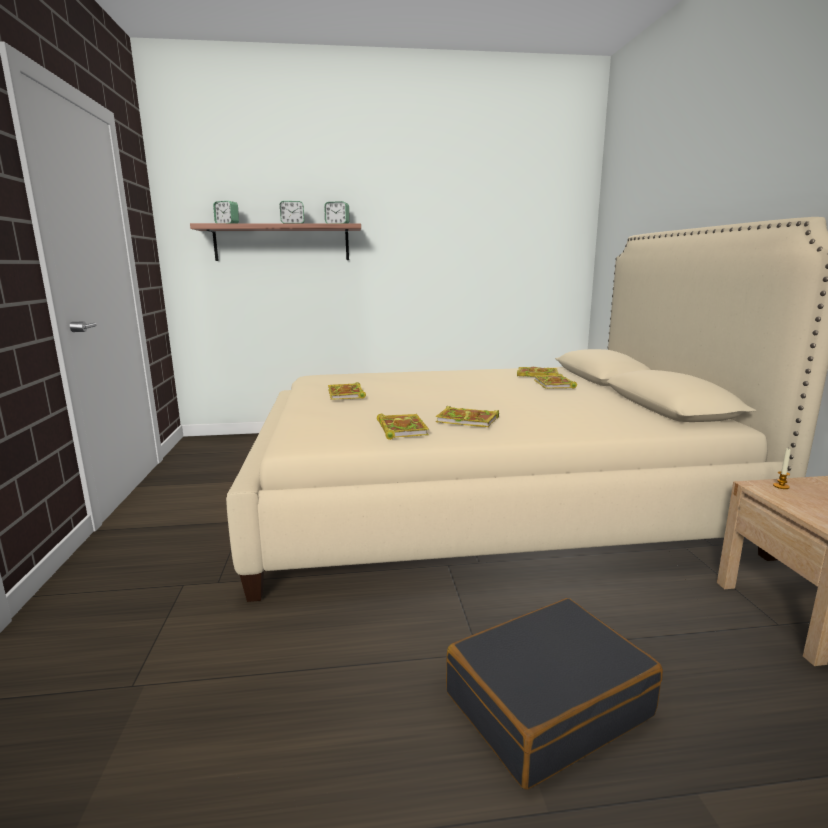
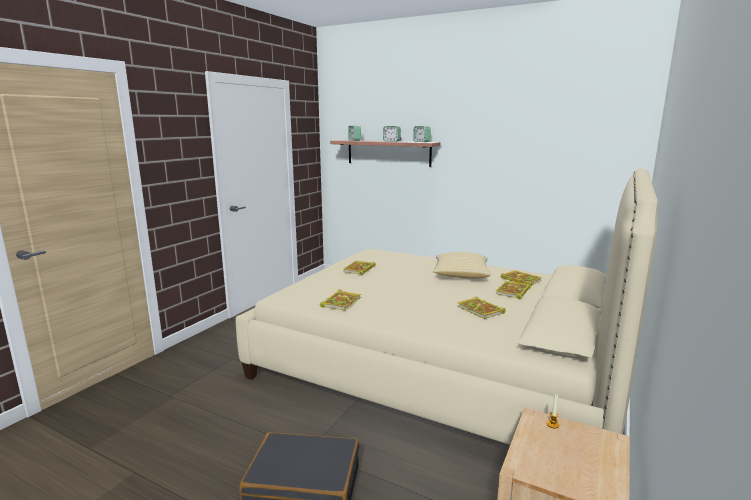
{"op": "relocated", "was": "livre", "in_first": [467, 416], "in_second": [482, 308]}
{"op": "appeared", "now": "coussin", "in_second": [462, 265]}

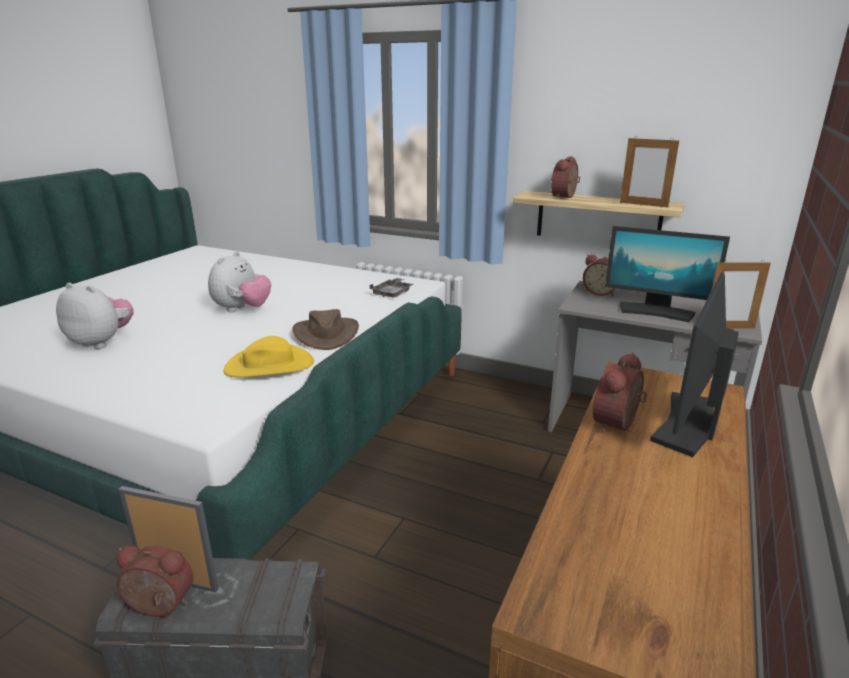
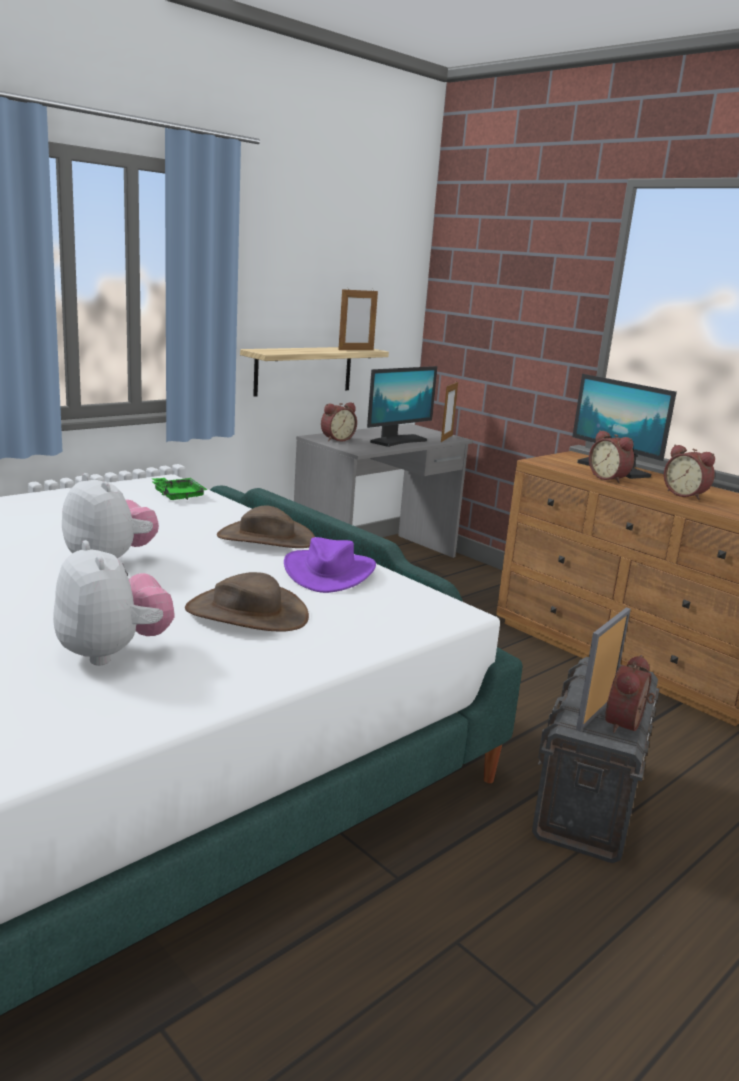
{"op": "relocated", "was": "réveil", "in_first": [565, 177], "in_second": [689, 472]}
{"op": "colour", "was": "plateau/gris", "now": "plateau/vert", "in_first": [391, 287], "in_second": [179, 489]}
{"op": "spun", "was": "peluche", "in_first": [95, 316], "in_second": [114, 603], "clockwise": 105}
{"op": "colour", "was": "chapeau/jaune", "now": "chapeau/violet", "in_first": [268, 357], "in_second": [330, 565]}
{"op": "appeared", "now": "chapeau/marron", "in_second": [247, 602]}

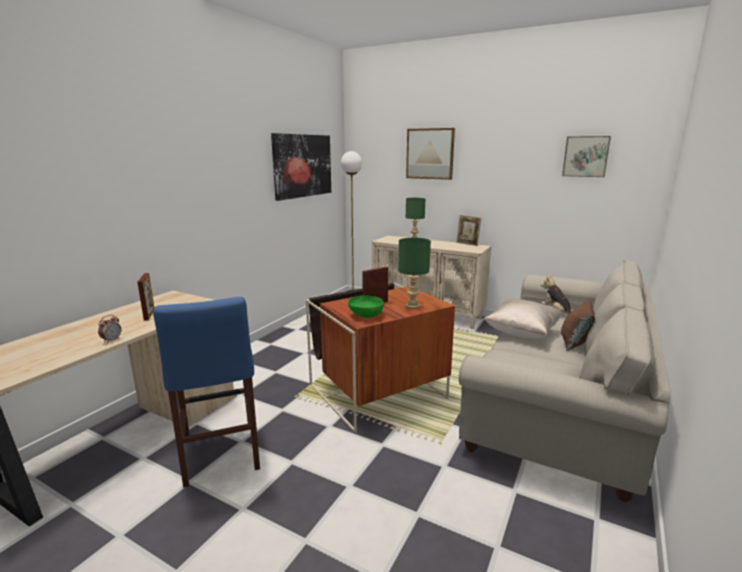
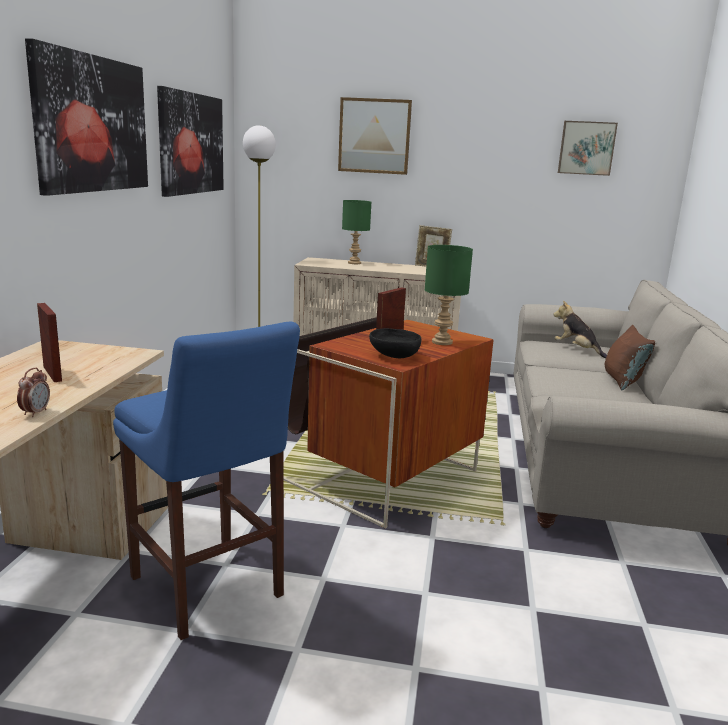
{"op": "colour", "was": "bol/vert", "now": "bol/noir", "in_first": [366, 306], "in_second": [395, 343]}
{"op": "missing", "was": "coussin/beige", "in_first": [523, 318]}
{"op": "appeared", "now": "tableau", "in_second": [86, 117]}

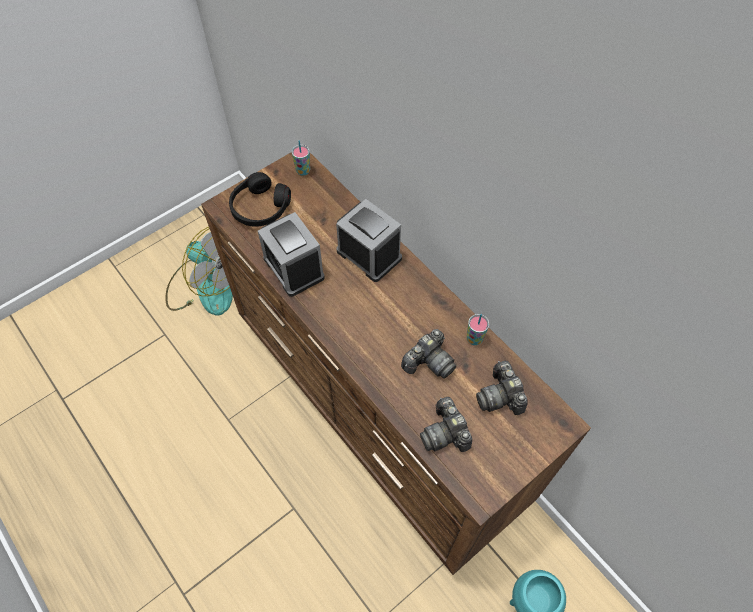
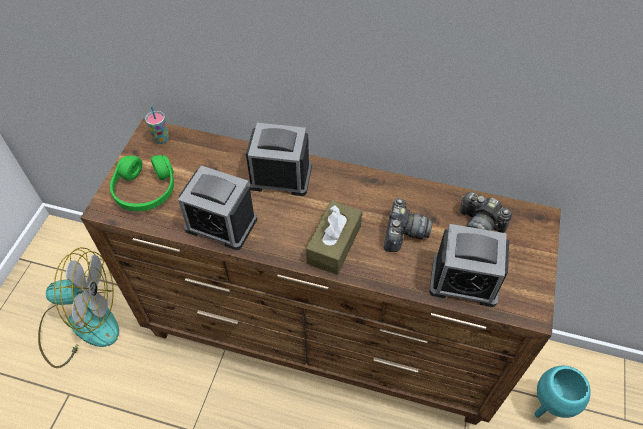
{"op": "colour", "was": "casque audio/noir", "now": "casque audio/vert", "in_first": [260, 199], "in_second": [142, 183]}
{"op": "missing", "was": "tasse", "in_first": [478, 329]}
{"op": "exchanged", "was": "appareil photo", "now": "réveil", "in_first": [446, 424], "in_second": [469, 265]}
{"op": "appeared", "now": "boîte à mouchoirs/marron", "in_second": [334, 237]}

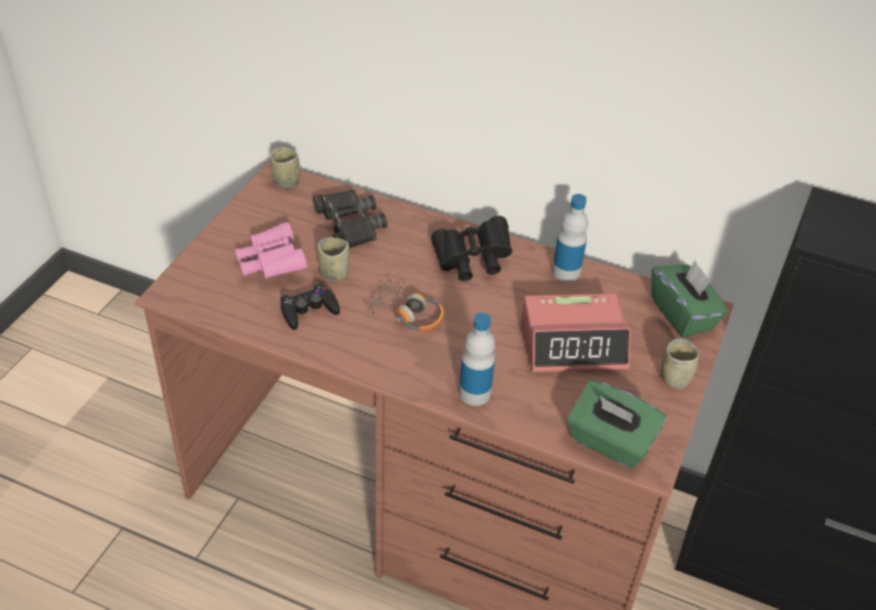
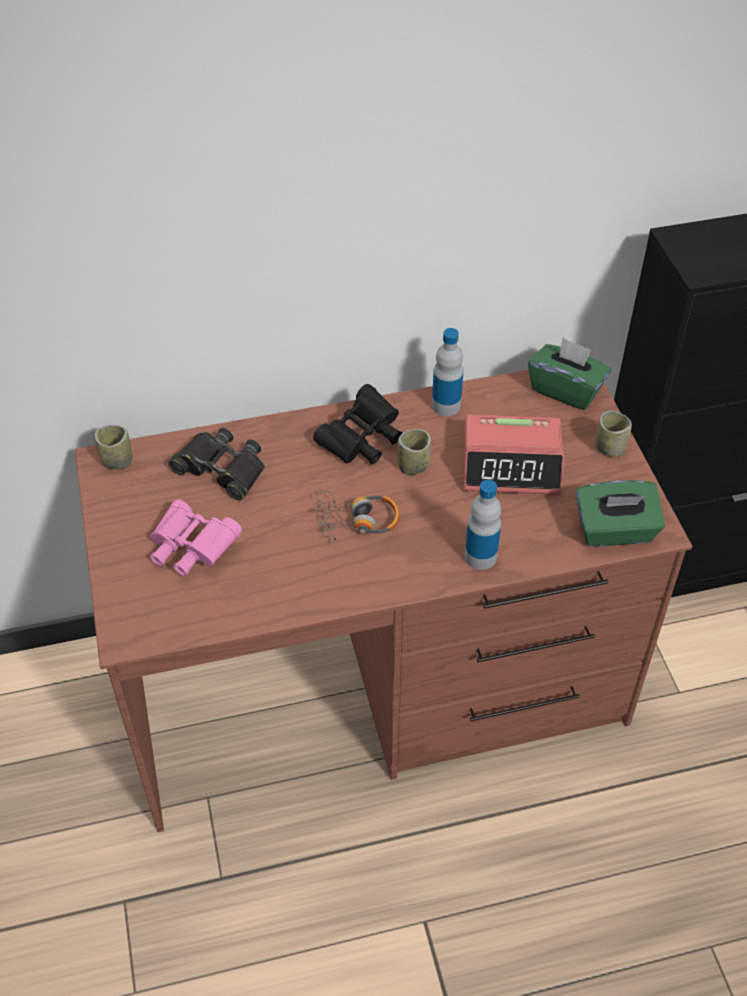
{"op": "relocated", "was": "tasse", "in_first": [333, 259], "in_second": [414, 452]}
{"op": "missing", "was": "manette/noir", "in_first": [310, 306]}
{"op": "spun", "was": "réveil", "in_first": [576, 332], "in_second": [514, 454], "clockwise": 45}

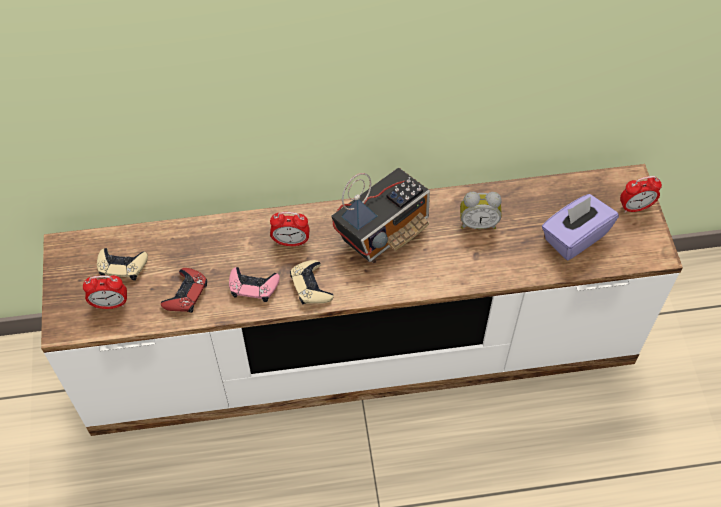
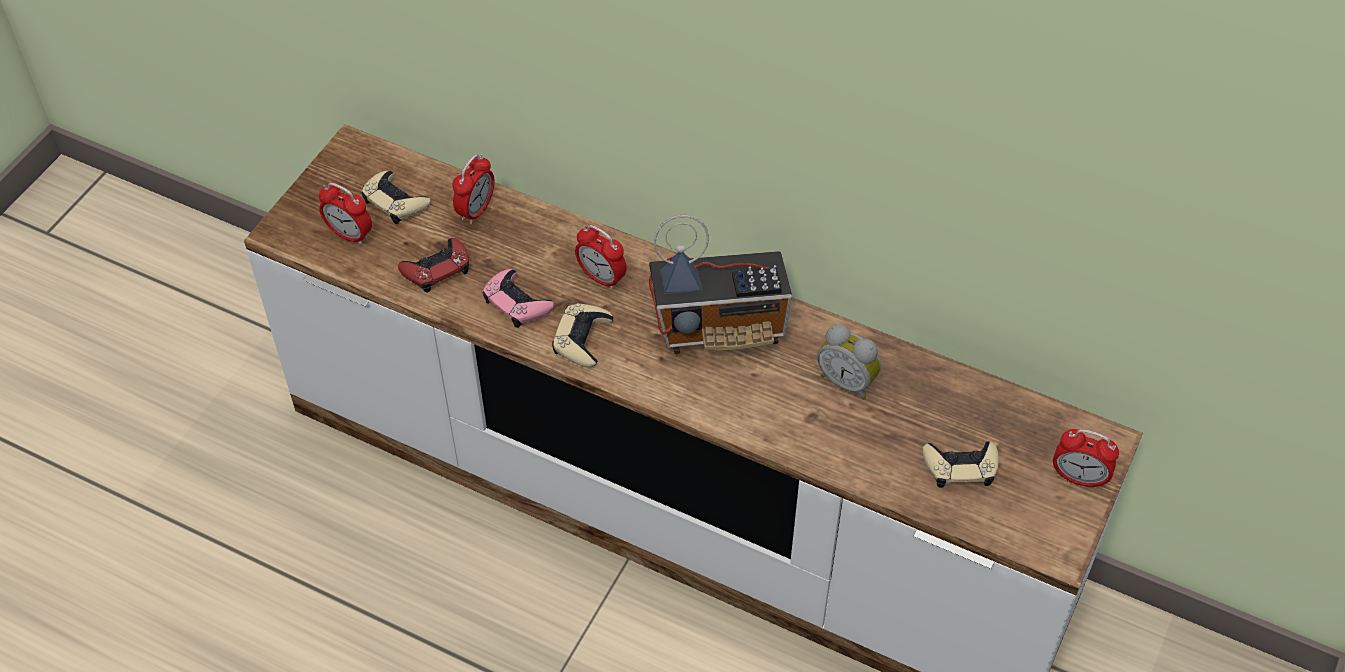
{"op": "exchanged", "was": "boîte à mouchoirs/violet", "now": "manette/beige", "in_first": [580, 227], "in_second": [961, 464]}
{"op": "appeared", "now": "réveil", "in_second": [473, 189]}

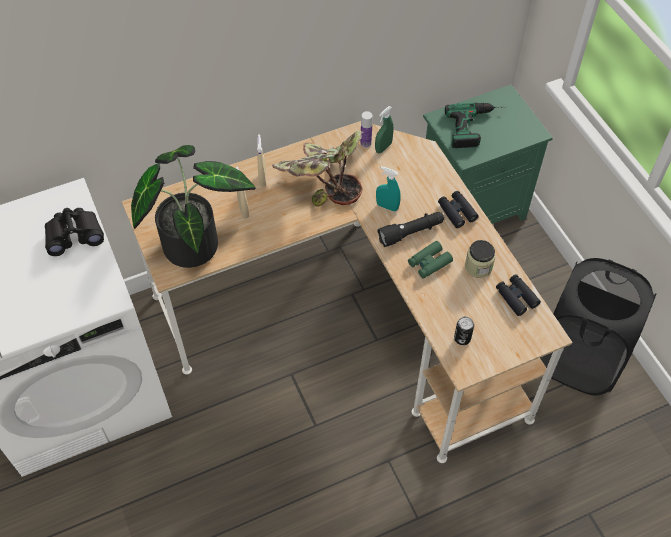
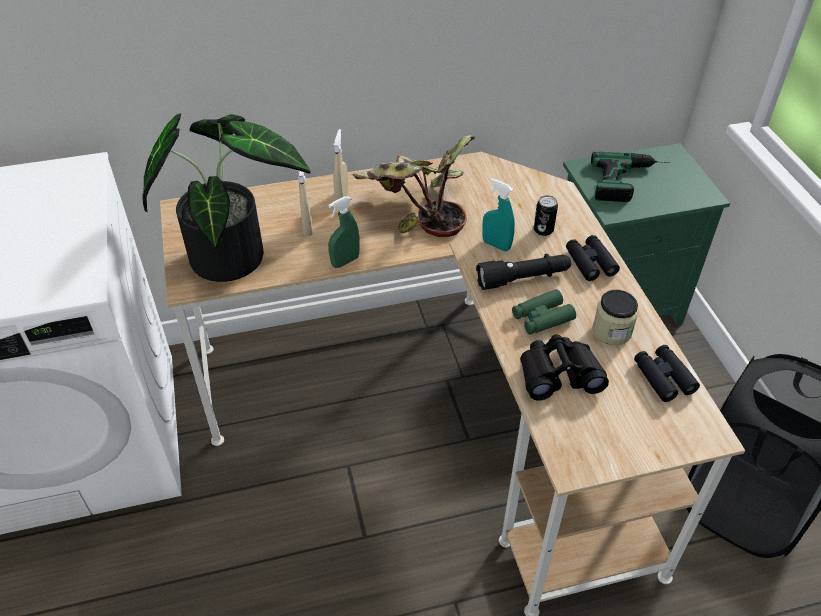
{"op": "relocated", "was": "vaporisateur/vert", "in_first": [384, 129], "in_second": [344, 232]}
{"op": "missing", "was": "bouteille", "in_first": [366, 129]}
{"op": "relocated", "was": "jumelles/noir", "in_first": [74, 232], "in_second": [564, 367]}
{"op": "relocated", "was": "boîte métallique", "in_first": [464, 331], "in_second": [546, 215]}

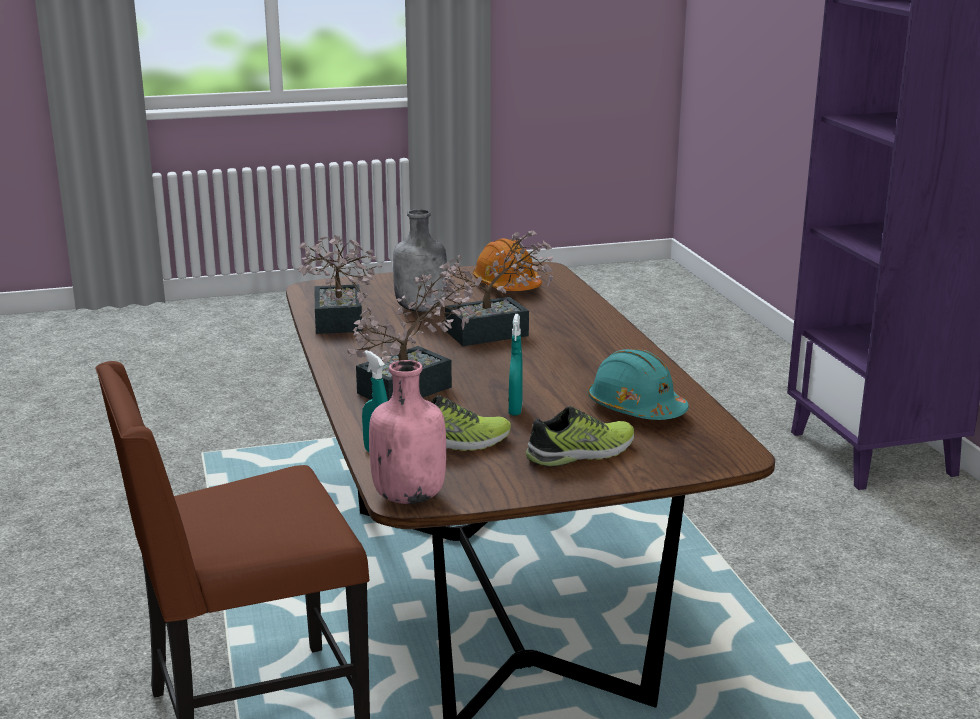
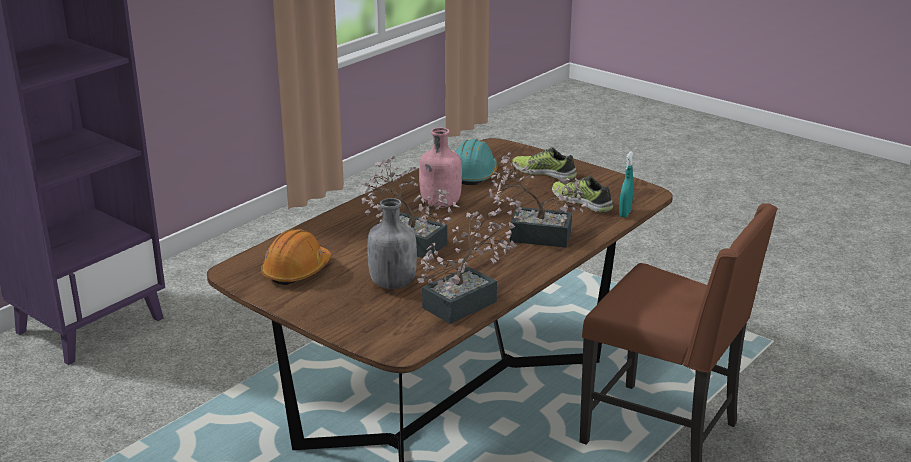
{"op": "missing", "was": "vaporisateur/turquoise", "in_first": [516, 364]}
{"op": "relocated", "was": "bouteille/rose", "in_first": [407, 432], "in_second": [440, 167]}

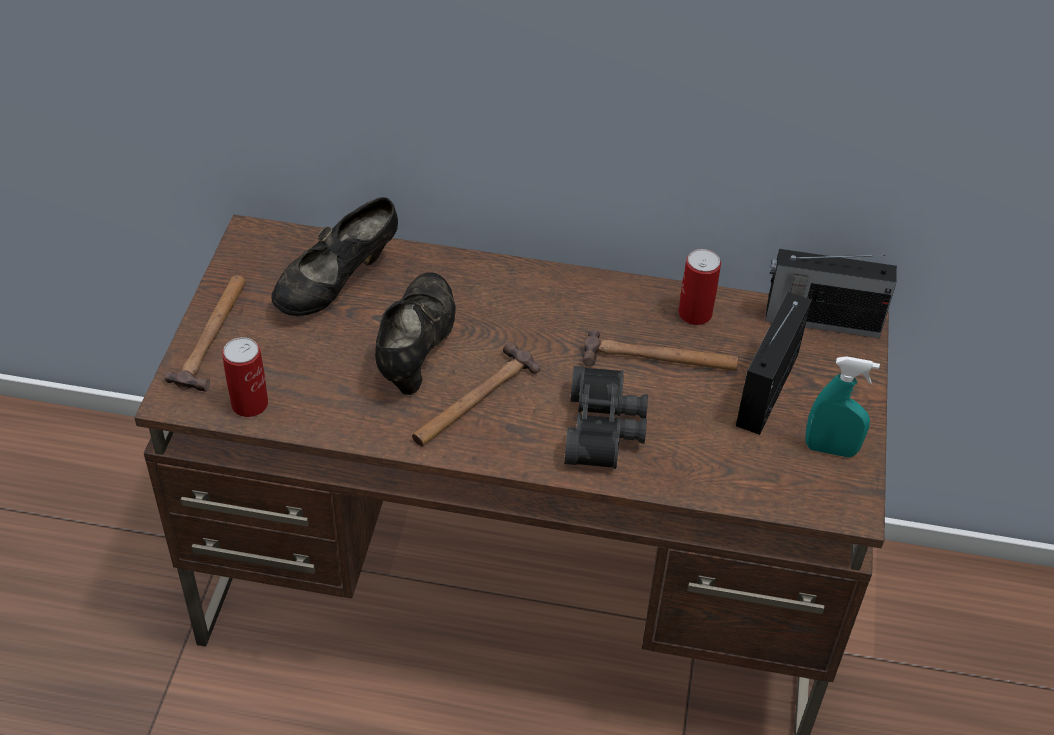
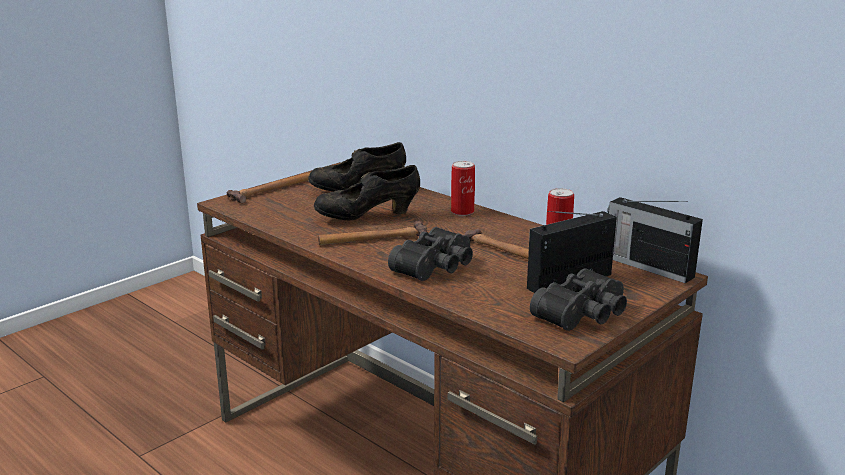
{"op": "spun", "was": "chaussure/noir", "in_first": [415, 333], "in_second": [367, 192], "clockwise": -150}
{"op": "relocated", "was": "boîte métallique", "in_first": [245, 377], "in_second": [463, 188]}
{"op": "exchanged", "was": "vaporisateur/turquoise", "now": "jumelles/noir", "in_first": [842, 406], "in_second": [578, 299]}

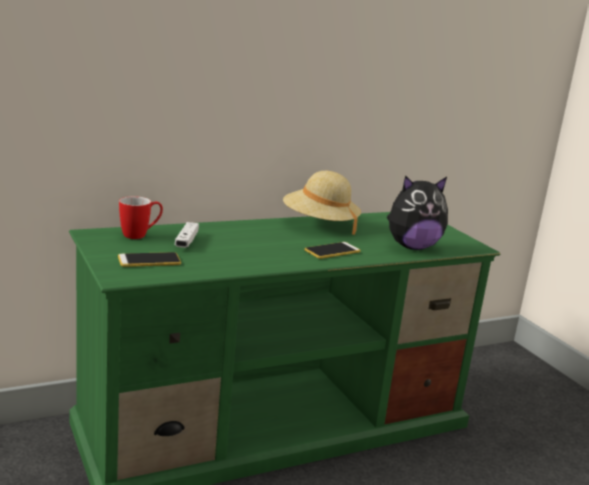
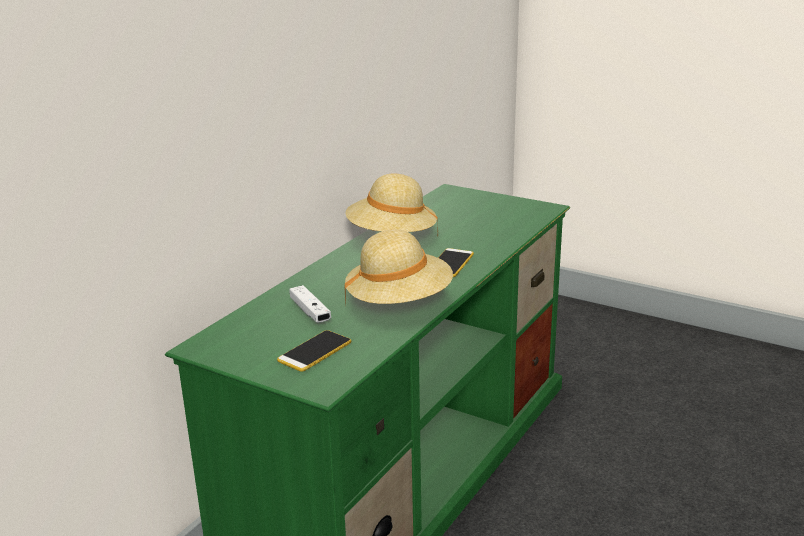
{"op": "missing", "was": "peluche", "in_first": [417, 212]}
{"op": "missing", "was": "mug", "in_first": [141, 217]}
{"op": "appeared", "now": "chapeau/beige", "in_second": [398, 268]}

